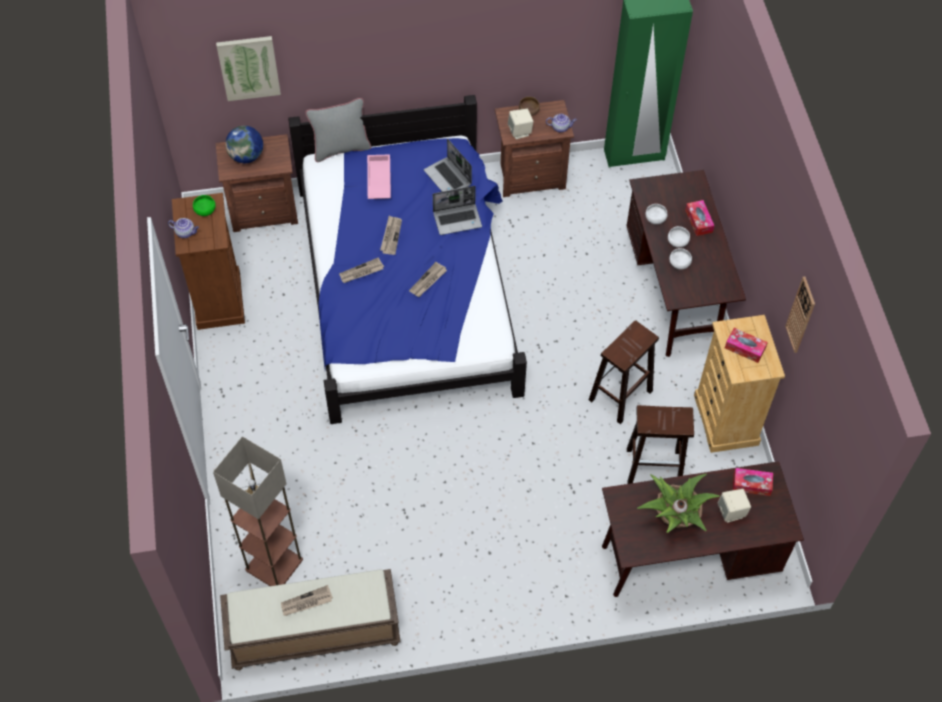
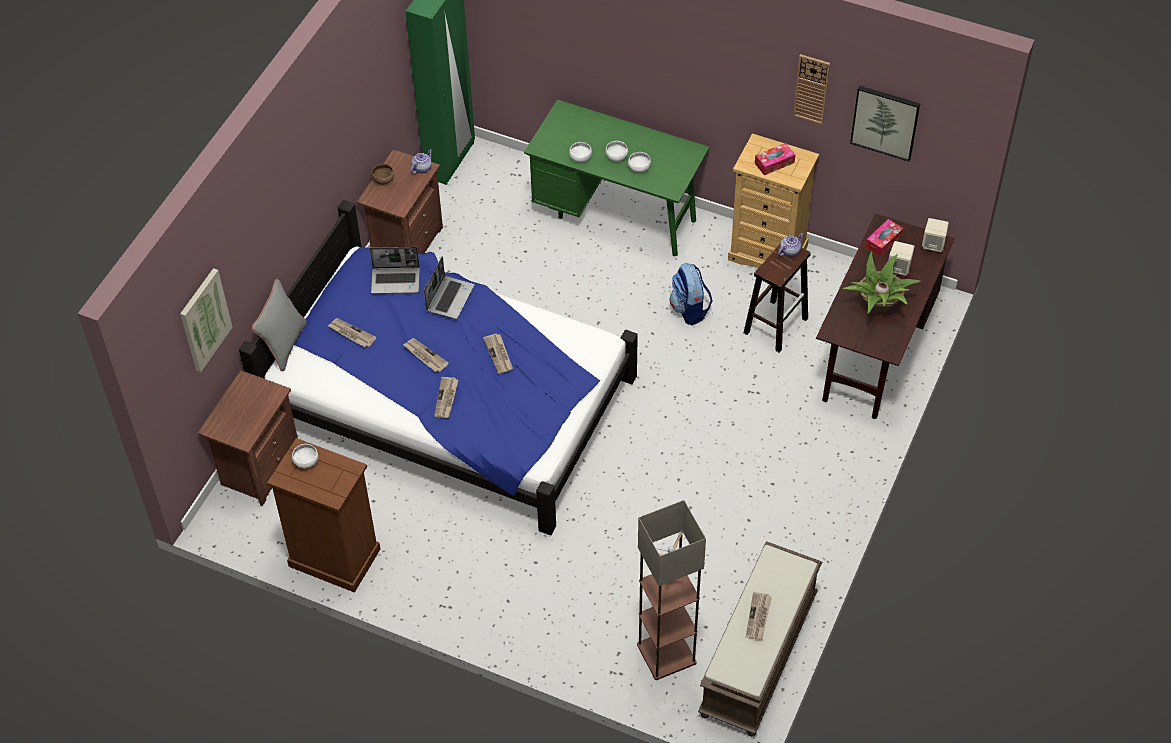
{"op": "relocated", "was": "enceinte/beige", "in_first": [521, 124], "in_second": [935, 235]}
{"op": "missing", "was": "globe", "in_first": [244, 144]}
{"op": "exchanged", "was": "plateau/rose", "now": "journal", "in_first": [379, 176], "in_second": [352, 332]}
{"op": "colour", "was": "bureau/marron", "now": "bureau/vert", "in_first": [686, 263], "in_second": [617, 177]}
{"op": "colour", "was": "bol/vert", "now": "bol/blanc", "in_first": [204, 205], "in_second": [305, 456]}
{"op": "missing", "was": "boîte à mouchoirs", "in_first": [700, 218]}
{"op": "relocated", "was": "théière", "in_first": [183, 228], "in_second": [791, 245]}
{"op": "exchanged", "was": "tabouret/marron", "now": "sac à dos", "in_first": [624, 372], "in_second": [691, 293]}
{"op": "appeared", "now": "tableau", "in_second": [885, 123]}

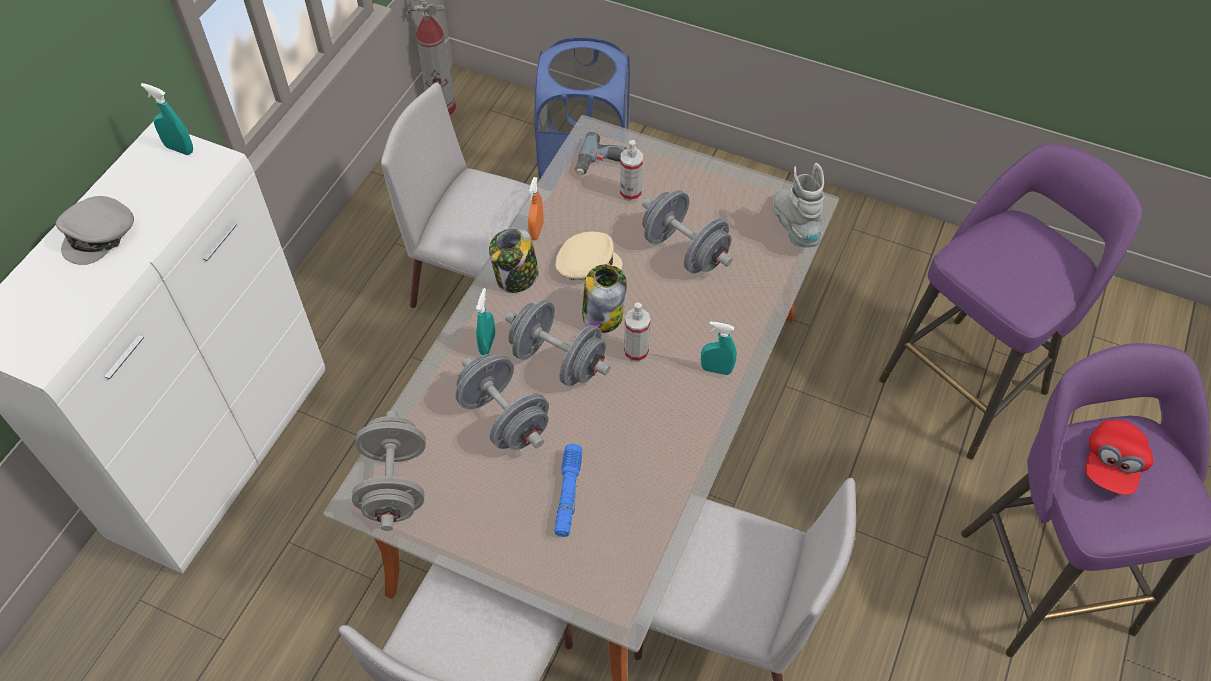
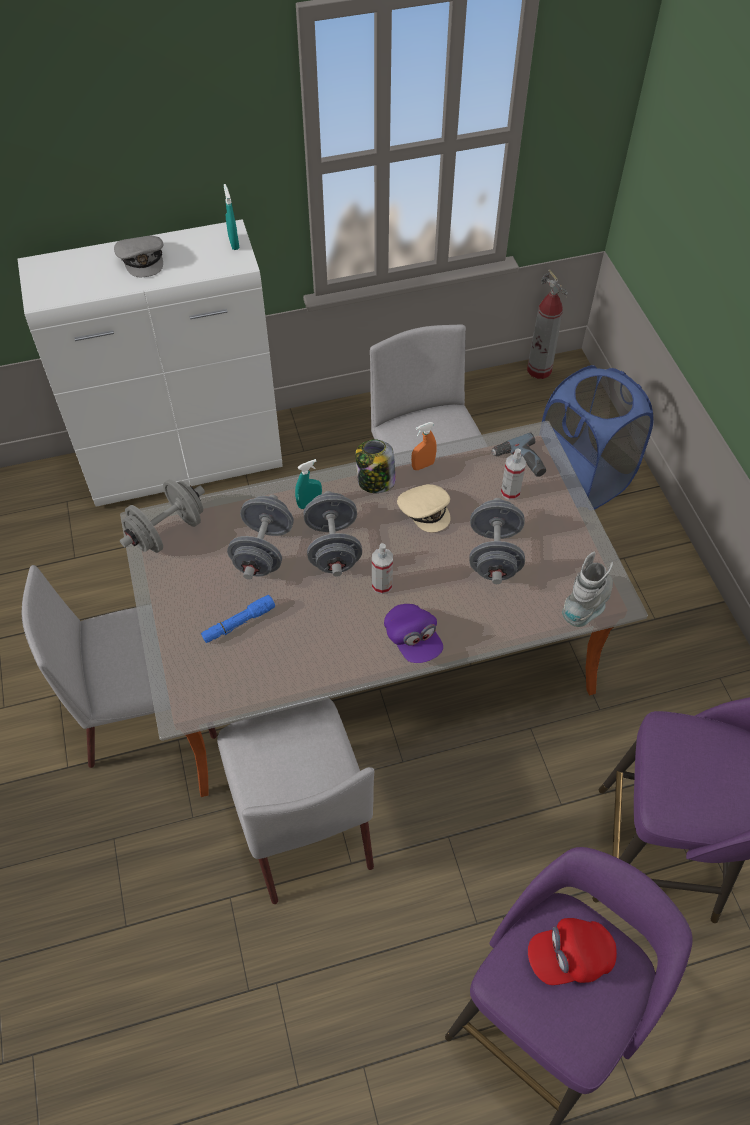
{"op": "spun", "was": "casquette/gris", "in_first": [95, 230], "in_second": [138, 256], "clockwise": -105}
{"op": "missing", "was": "bocal", "in_first": [604, 298]}
{"op": "exchanged", "was": "vaporisateur/turquoise", "now": "casquette/violet", "in_first": [719, 348], "in_second": [413, 633]}

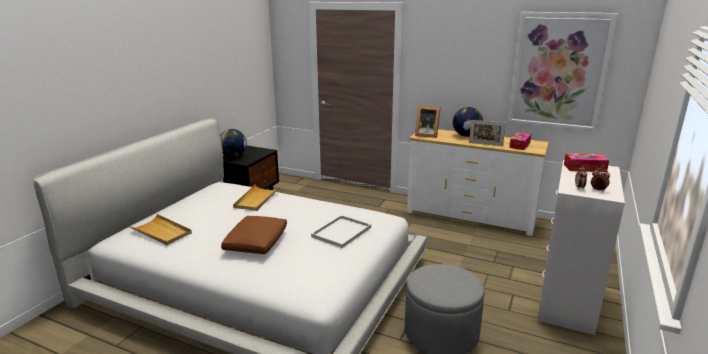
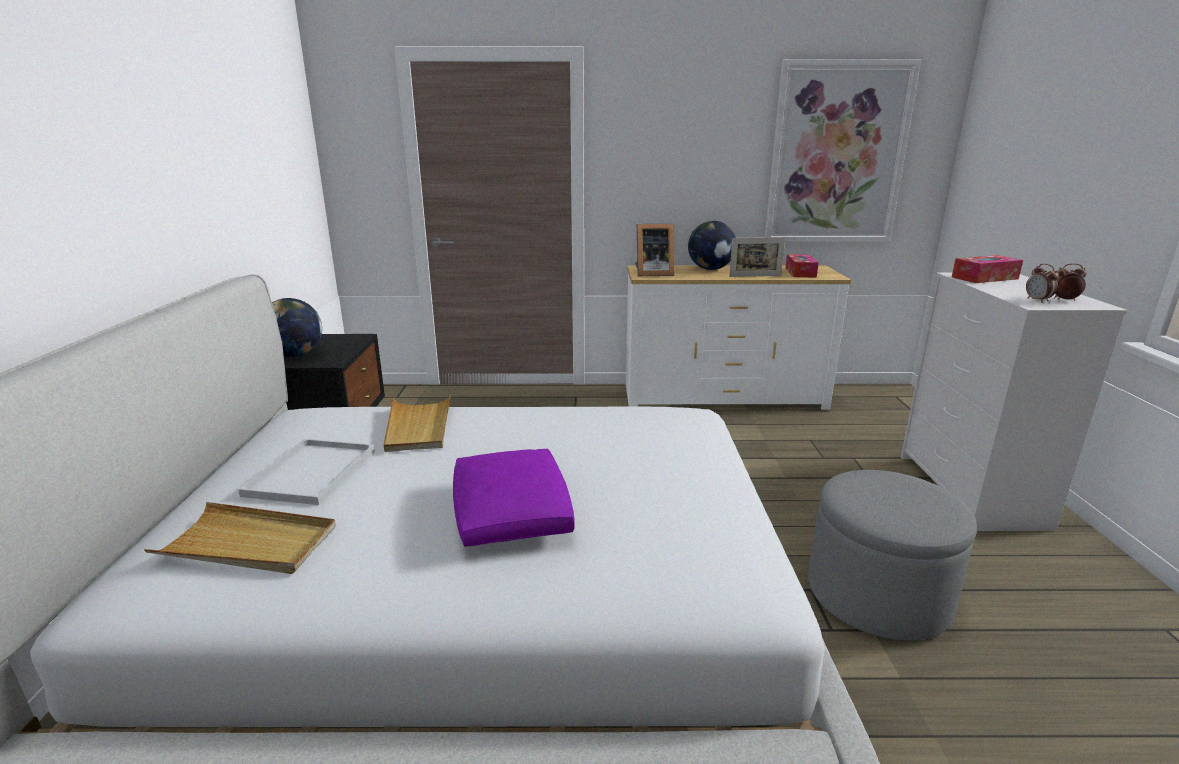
{"op": "relocated", "was": "plateau/blanc", "in_first": [341, 231], "in_second": [306, 472]}
{"op": "colour", "was": "coussin/marron", "now": "coussin/violet", "in_first": [254, 235], "in_second": [514, 498]}

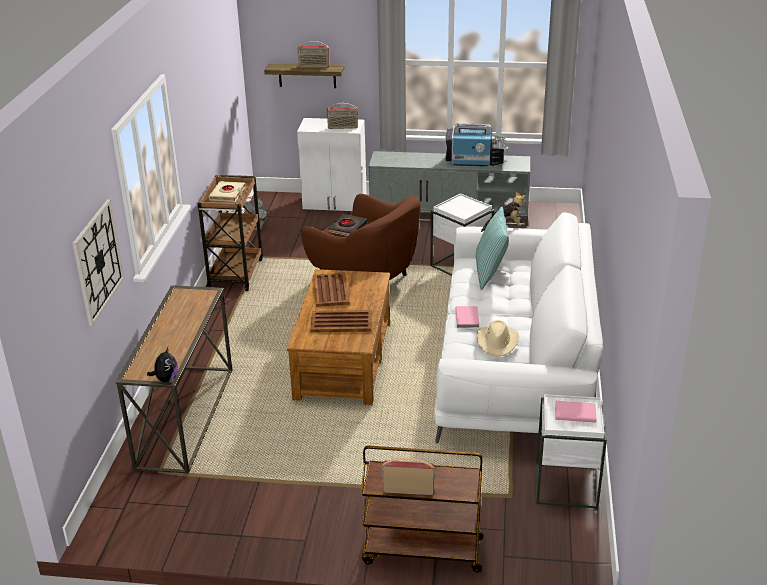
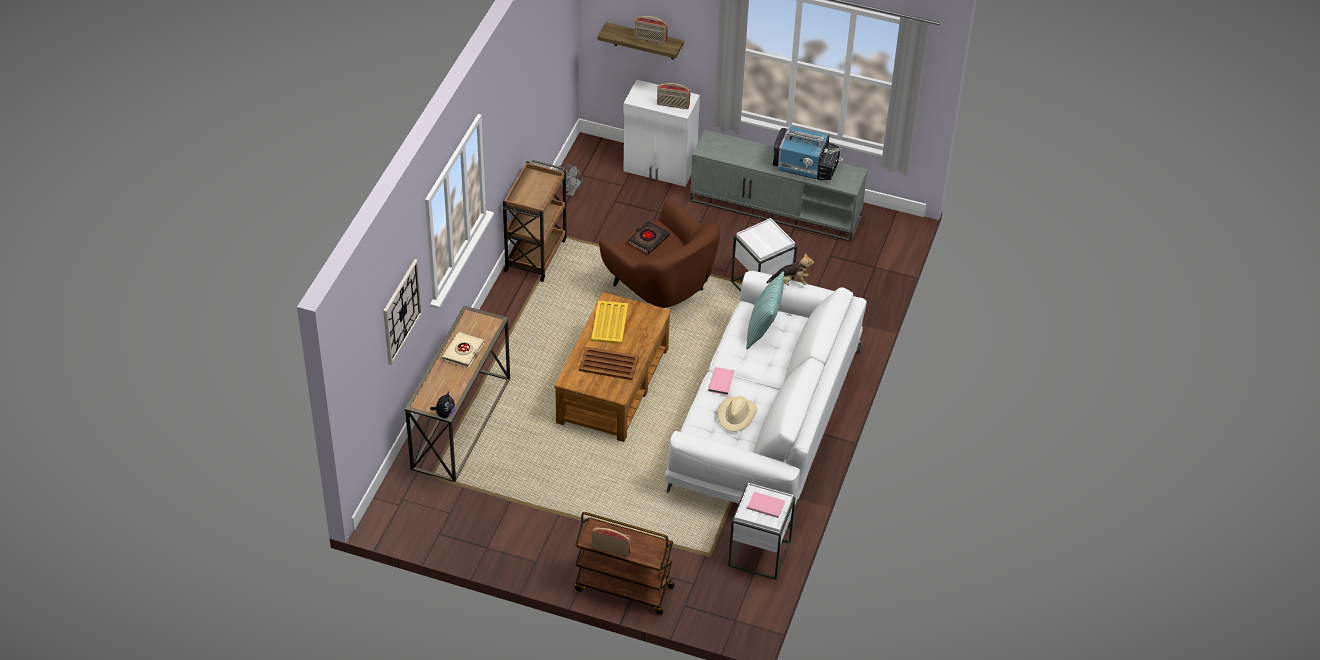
{"op": "relocated", "was": "livre/beige", "in_first": [227, 191], "in_second": [463, 350]}
{"op": "colour", "was": "plateau/marron", "now": "plateau/jaune", "in_first": [331, 289], "in_second": [609, 322]}

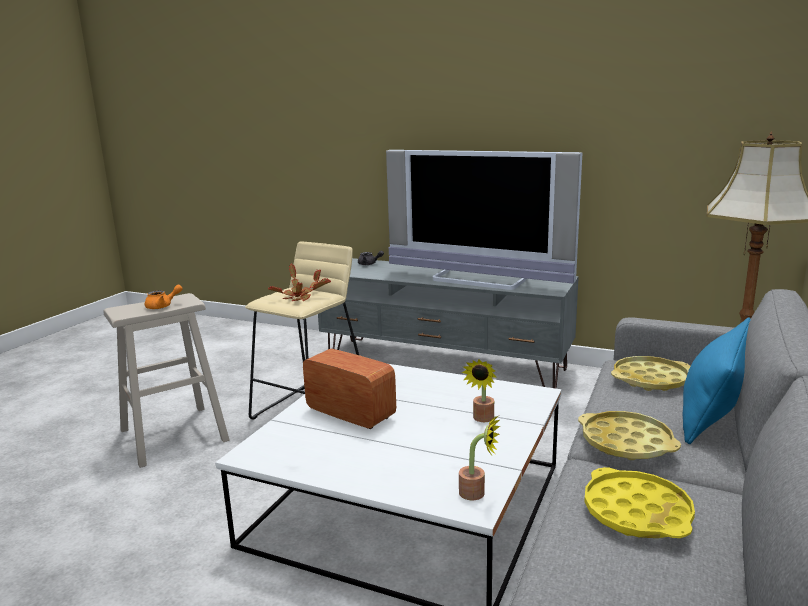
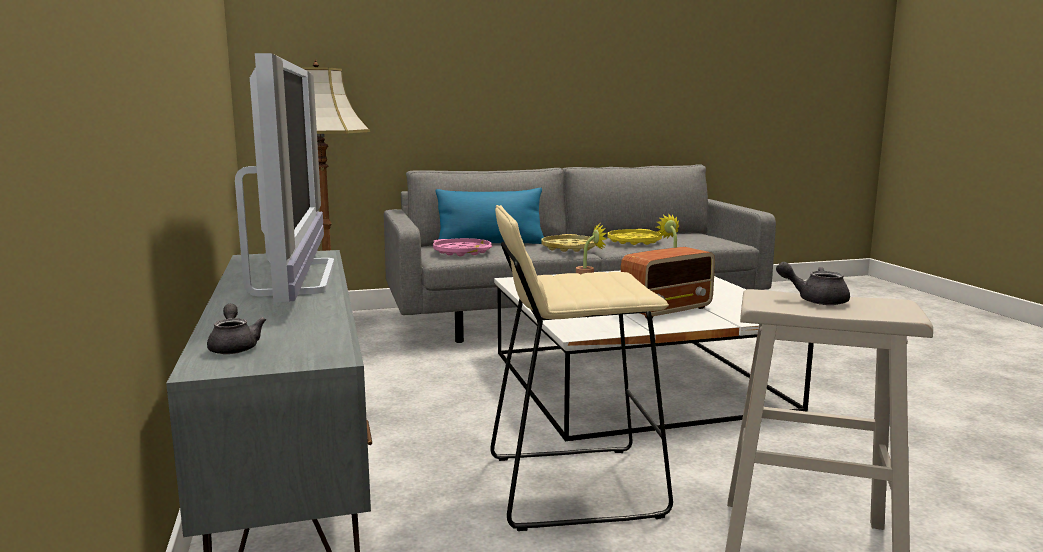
{"op": "missing", "was": "plante en pot", "in_first": [299, 282]}
{"op": "colour", "was": "théière/orange", "now": "théière/gris", "in_first": [164, 297], "in_second": [813, 283]}
{"op": "spun", "was": "radio", "in_first": [349, 389], "in_second": [668, 283], "clockwise": -120}
{"op": "colour", "was": "plateau/jaune", "now": "plateau/rose", "in_first": [650, 373], "in_second": [462, 247]}

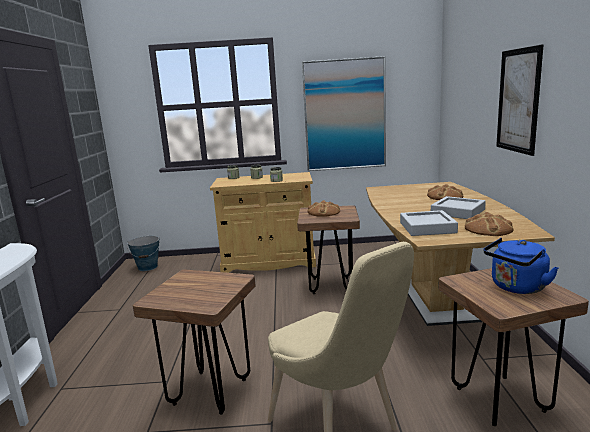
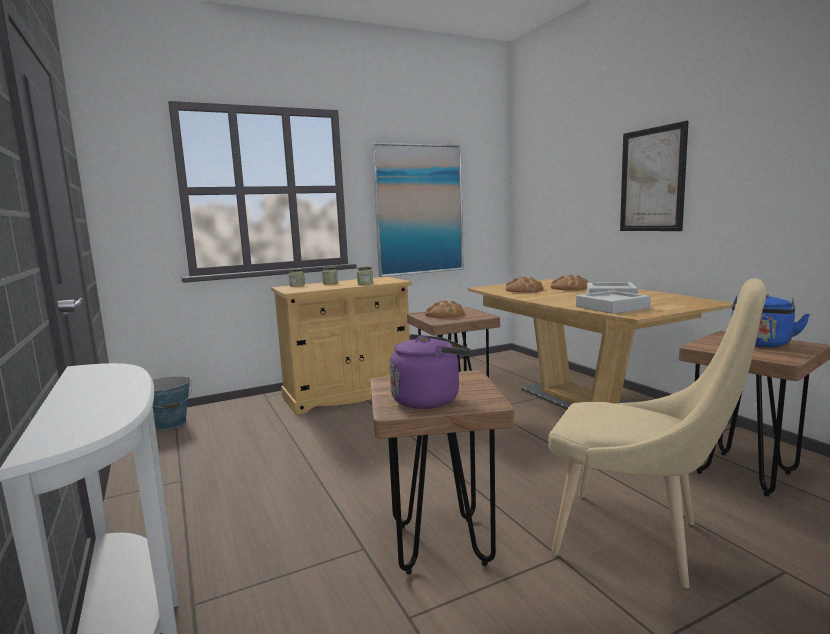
{"op": "relocated", "was": "pain", "in_first": [489, 224], "in_second": [524, 285]}
{"op": "appeared", "now": "bouilloire/violet", "in_second": [430, 371]}

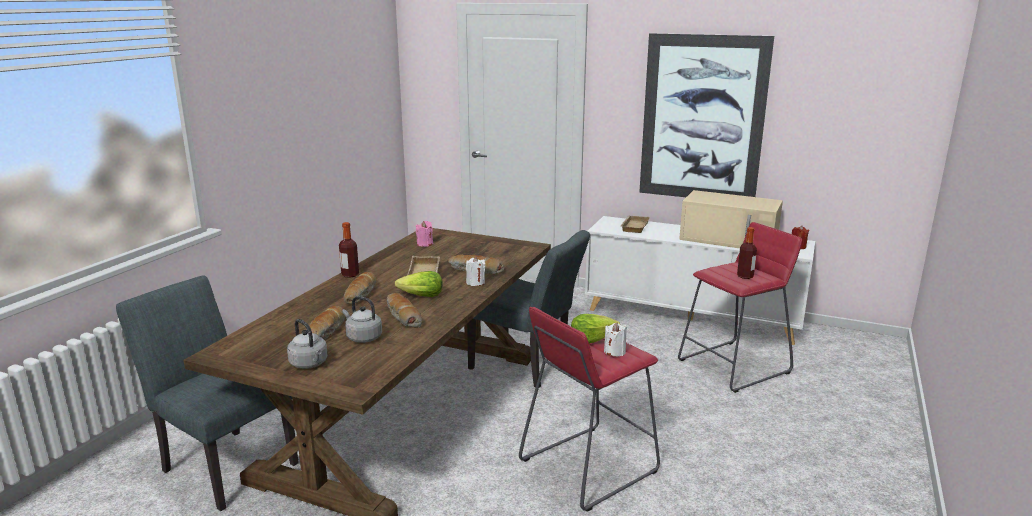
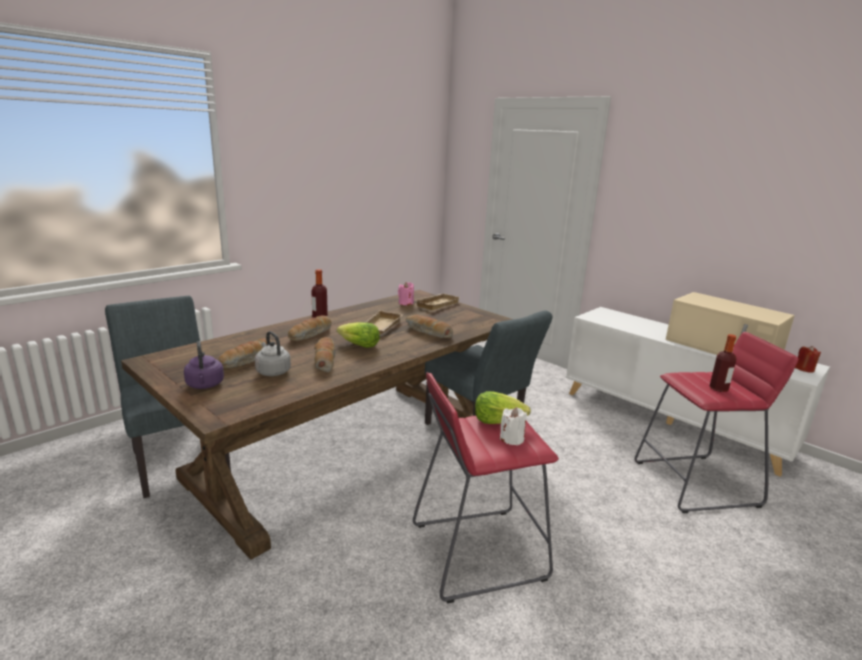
{"op": "missing", "was": "tableau", "in_first": [706, 115]}
{"op": "relocated", "was": "plateau/beige", "in_first": [635, 224], "in_second": [437, 301]}
{"op": "missing", "was": "bougie/blanc", "in_first": [475, 271]}
{"op": "colour", "was": "bouilloire/gris", "now": "bouilloire/violet", "in_first": [307, 344], "in_second": [204, 365]}

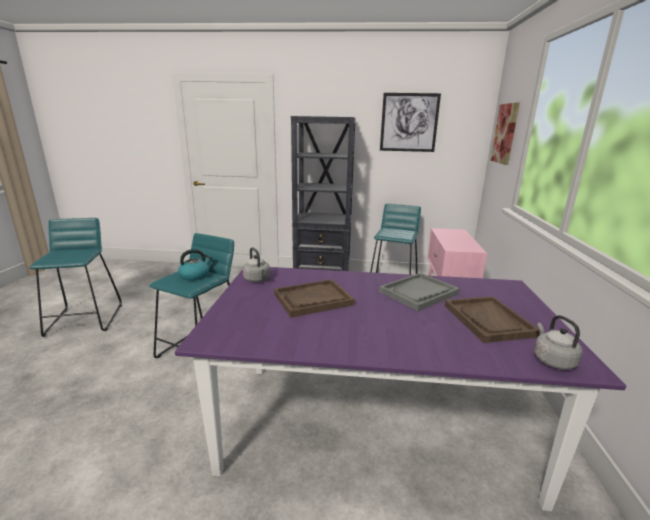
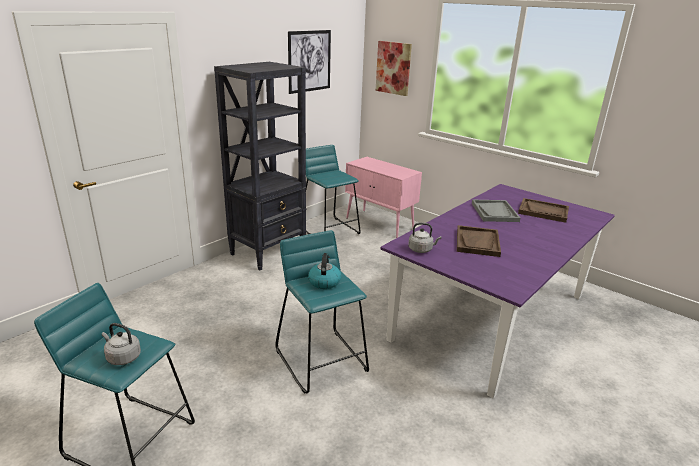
{"op": "relocated", "was": "bouilloire/gris", "in_first": [558, 342], "in_second": [121, 344]}

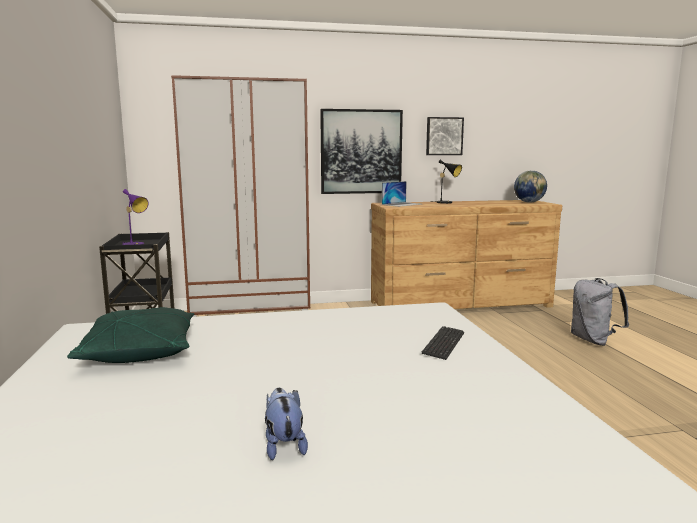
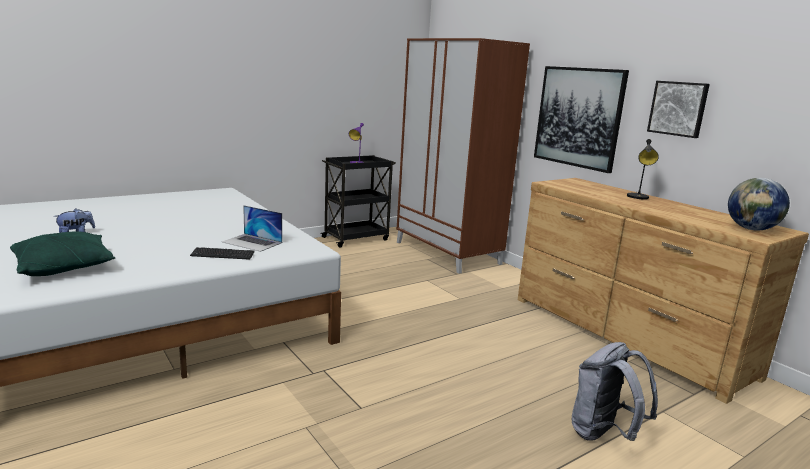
{"op": "relocated", "was": "ordinateur portable", "in_first": [401, 194], "in_second": [252, 228]}
{"op": "relocated", "was": "coussin/vert", "in_first": [130, 335], "in_second": [63, 254]}

